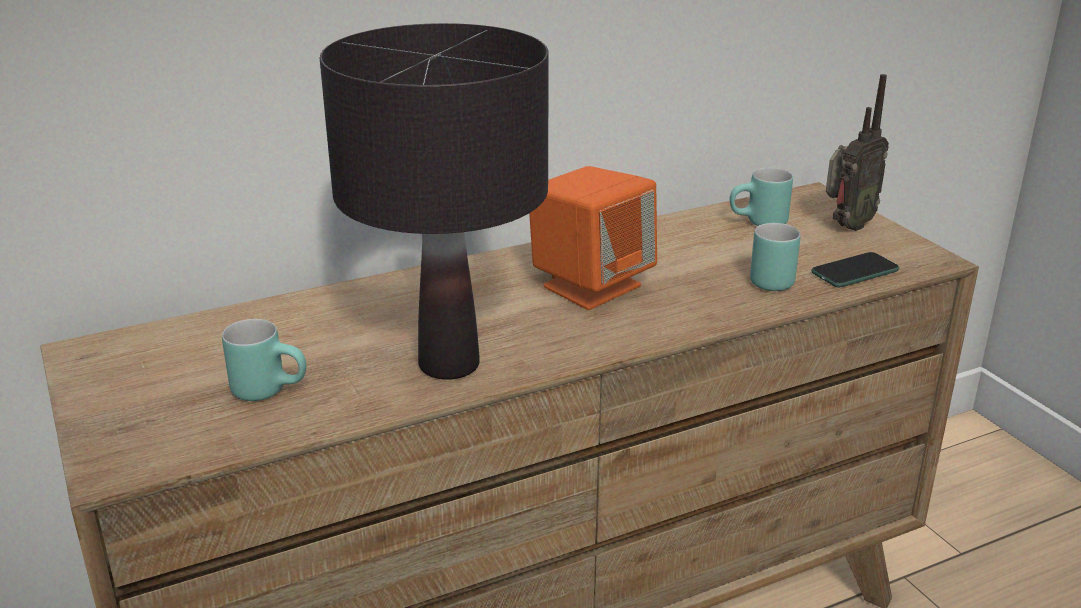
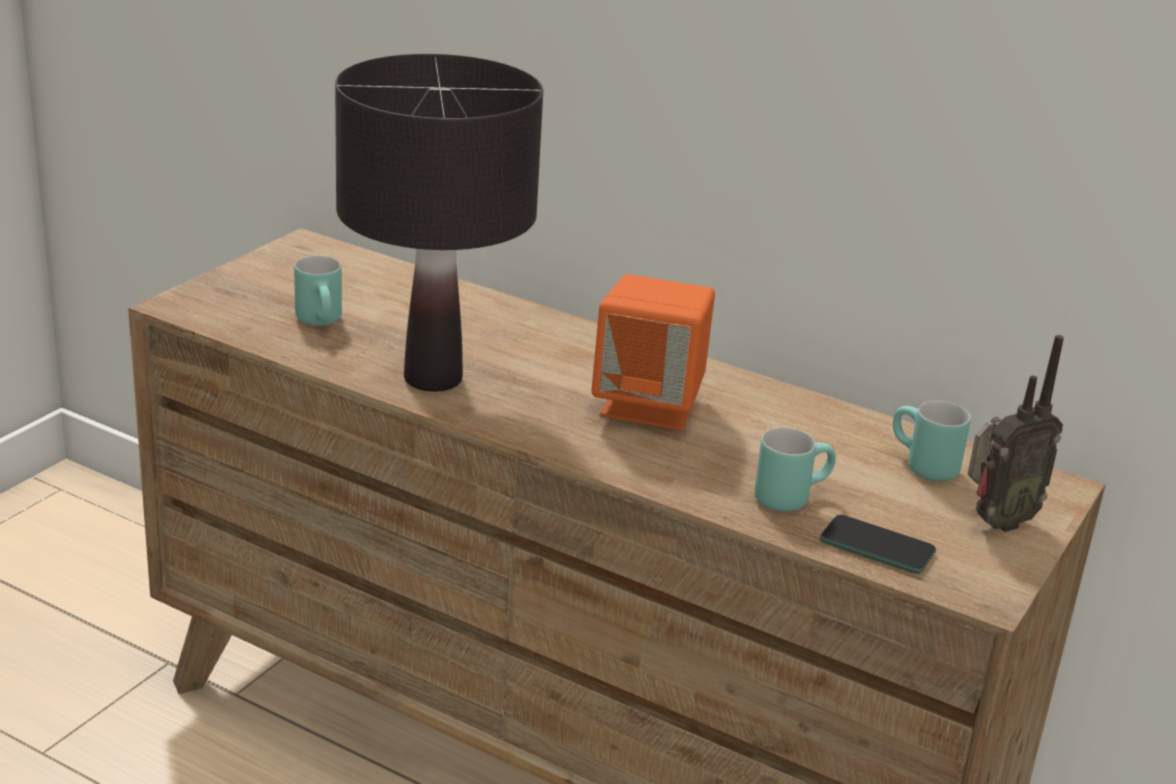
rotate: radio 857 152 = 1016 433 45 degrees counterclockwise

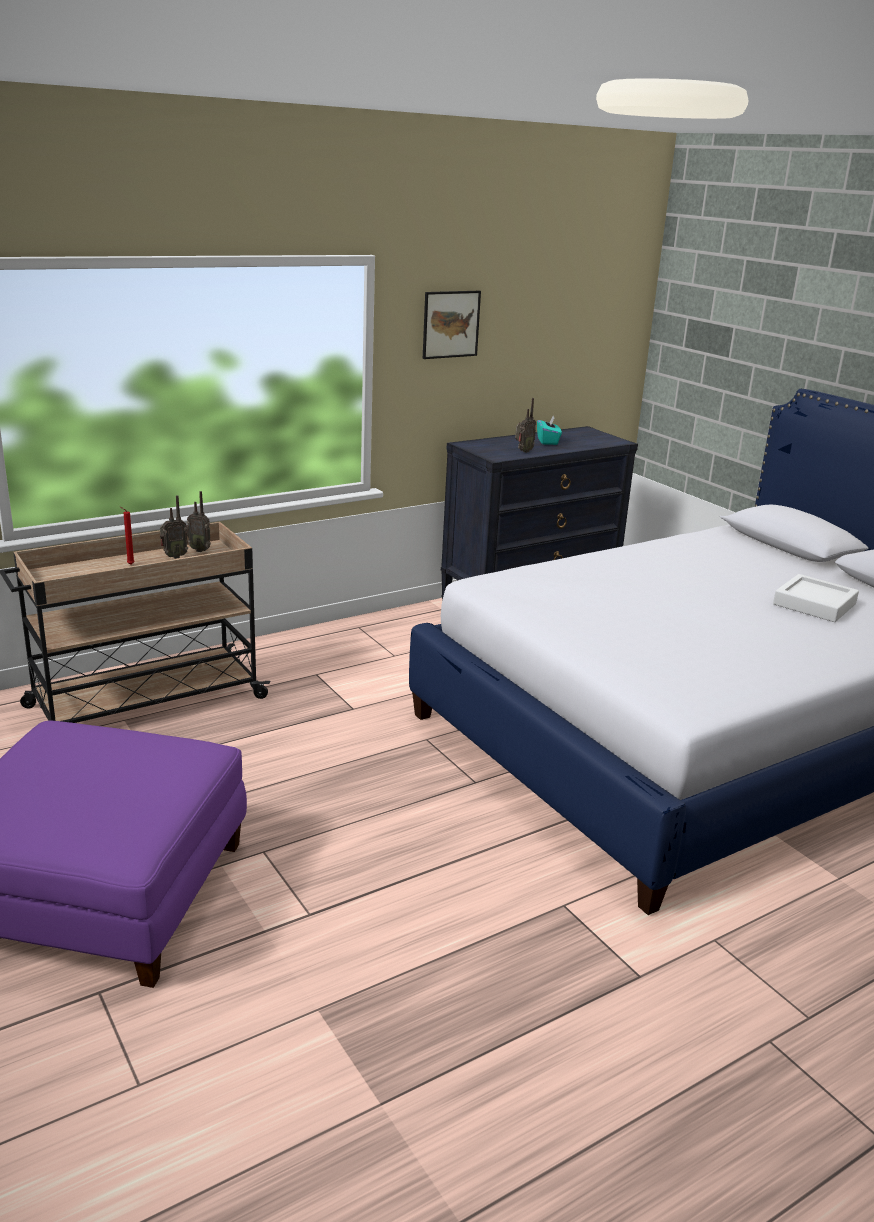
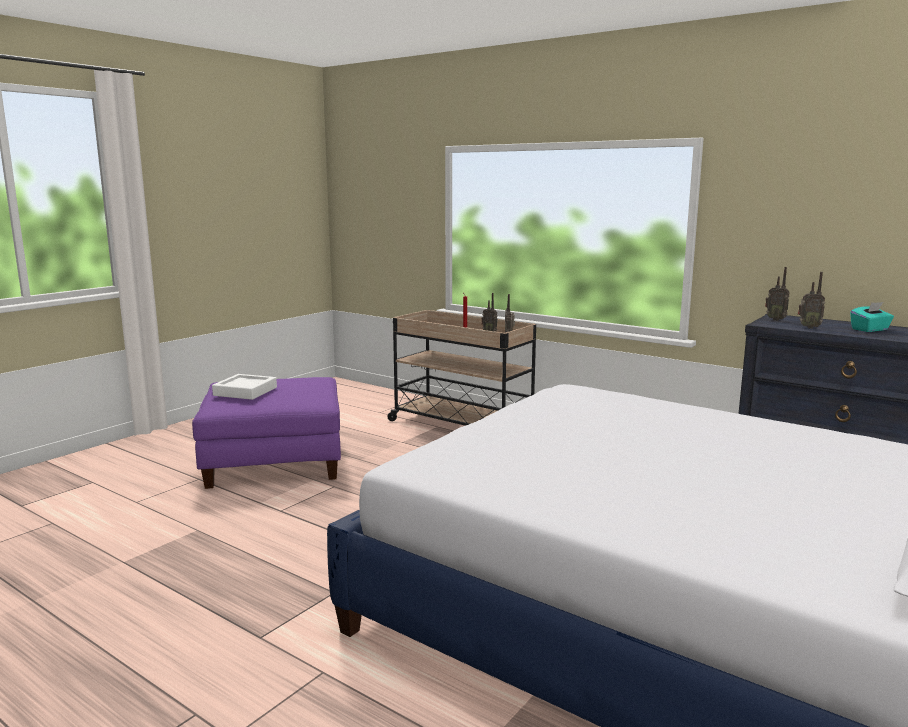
delete: picture 452 325
insert: radio 777 294
move: tray/white 816 598 to 244 387

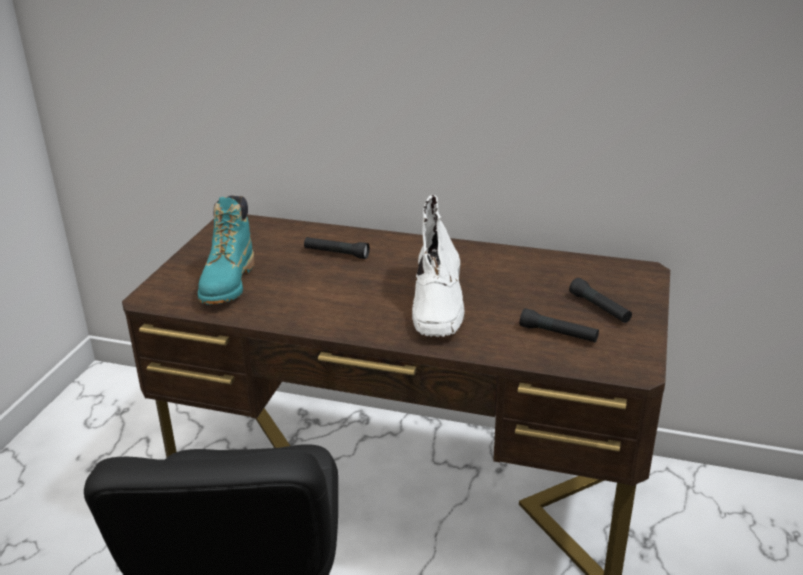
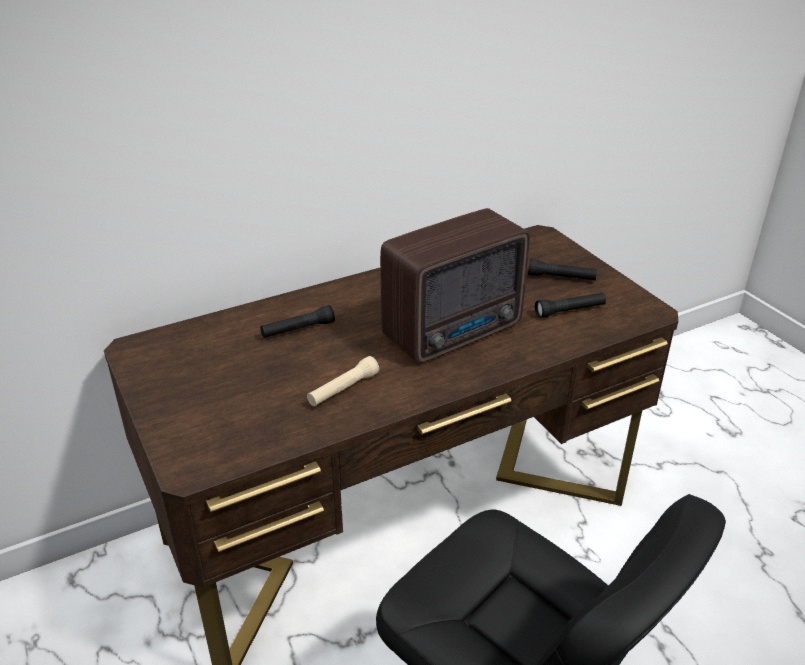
delete: boot/turquoise 226 250
insert: flashlight/beige 343 381
replace: boot/white 438 266 to radio 455 285

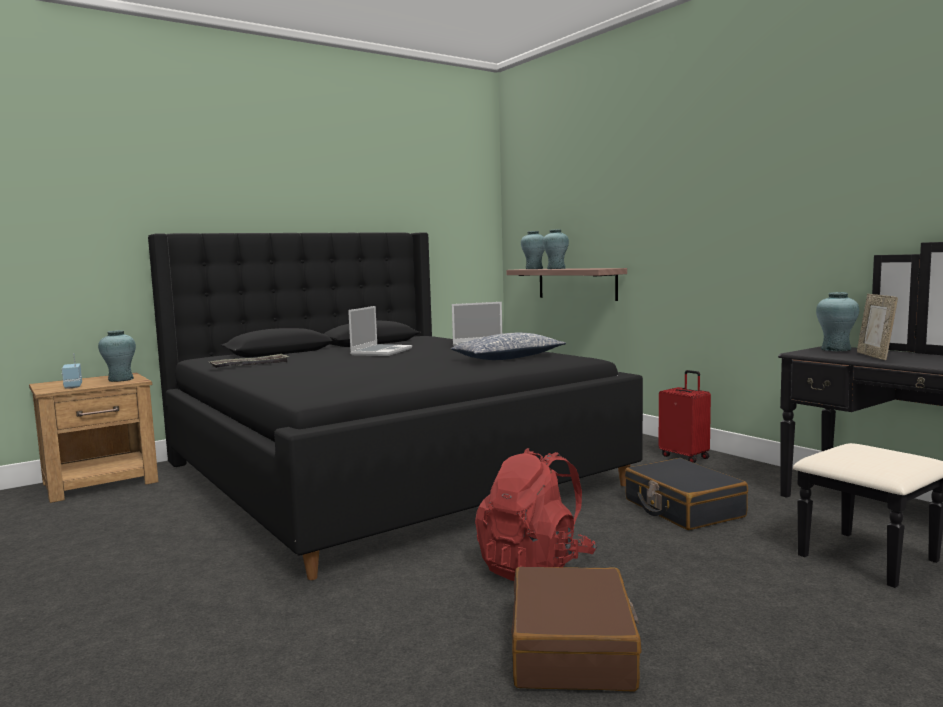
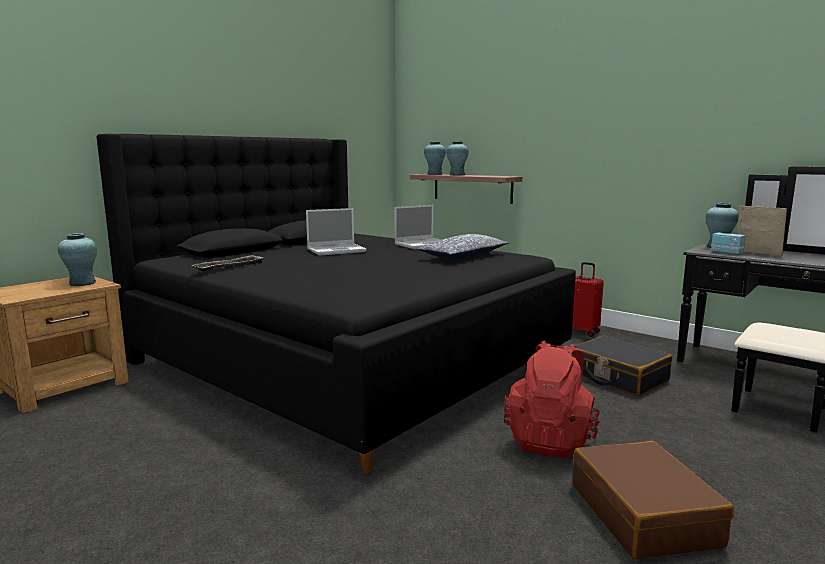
move: radio 72 371 to 728 239
rotate: laptop 380 331 = 336 232 60 degrees clockwise; picture frame 877 327 = 762 231 150 degrees clockwise

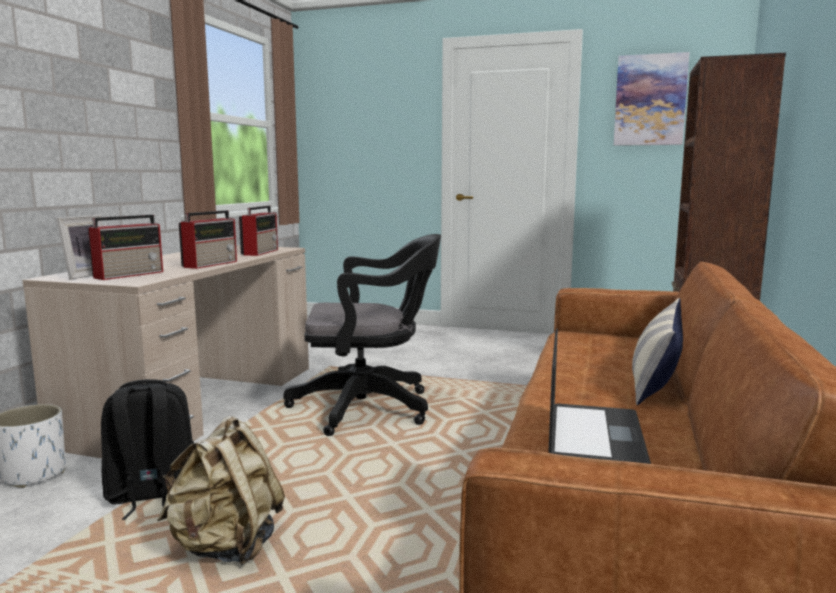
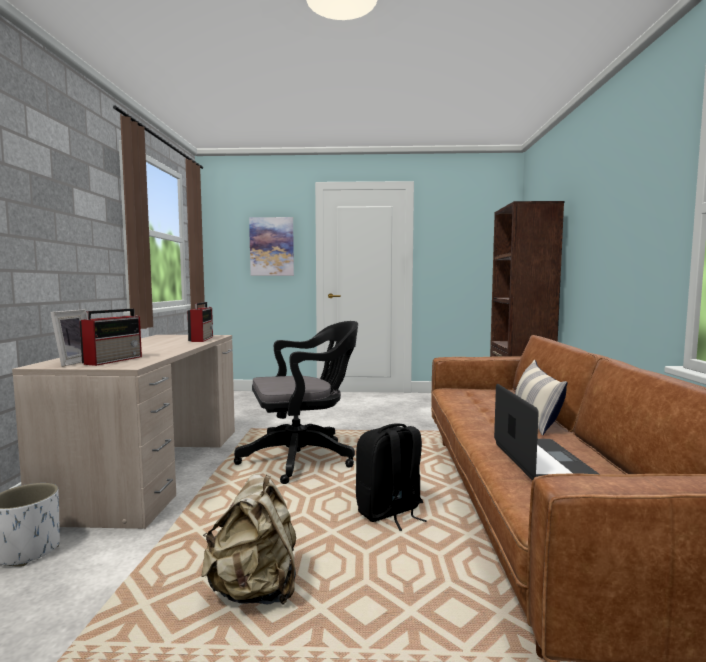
delete: radio 208 239
move: backpack/black 147 449 to 391 477; picture 652 99 to 271 246

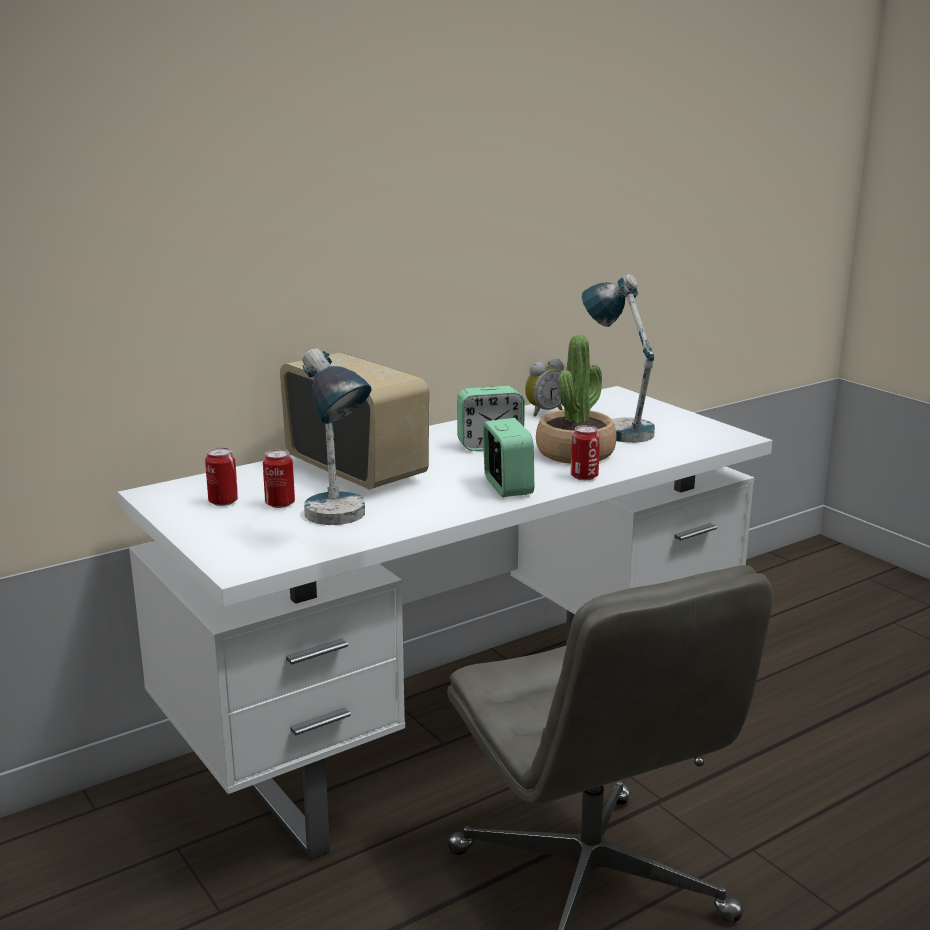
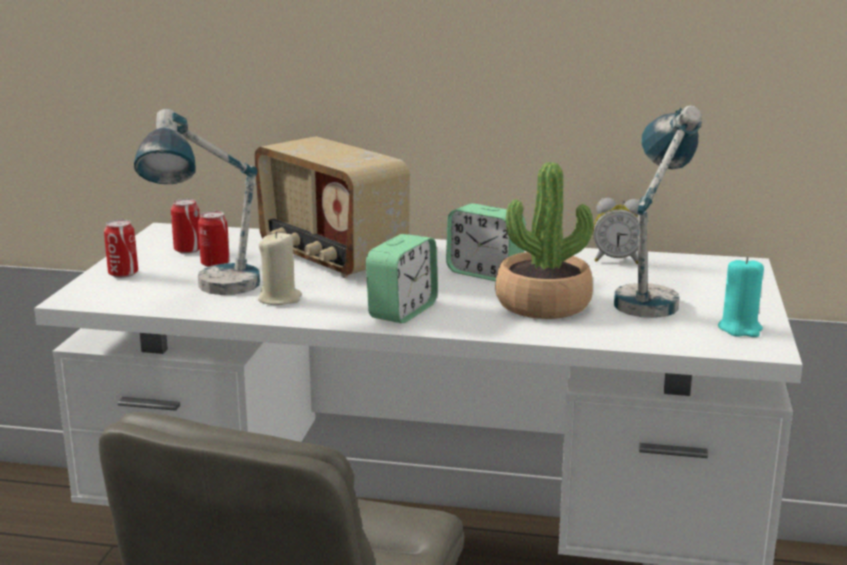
insert: candle/beige 280 268; candle/turquoise 741 297
move: can 585 452 to 121 248
rotate: radio 354 420 = 332 207 135 degrees clockwise

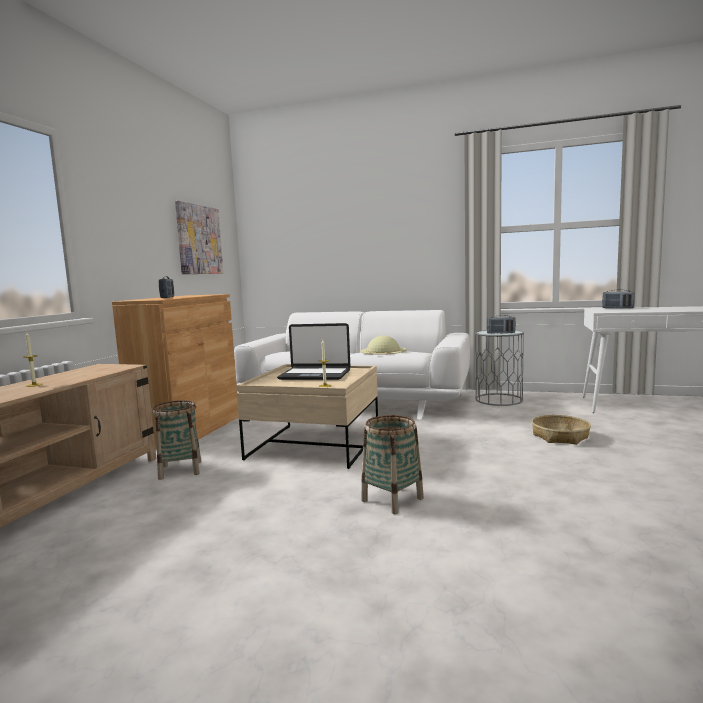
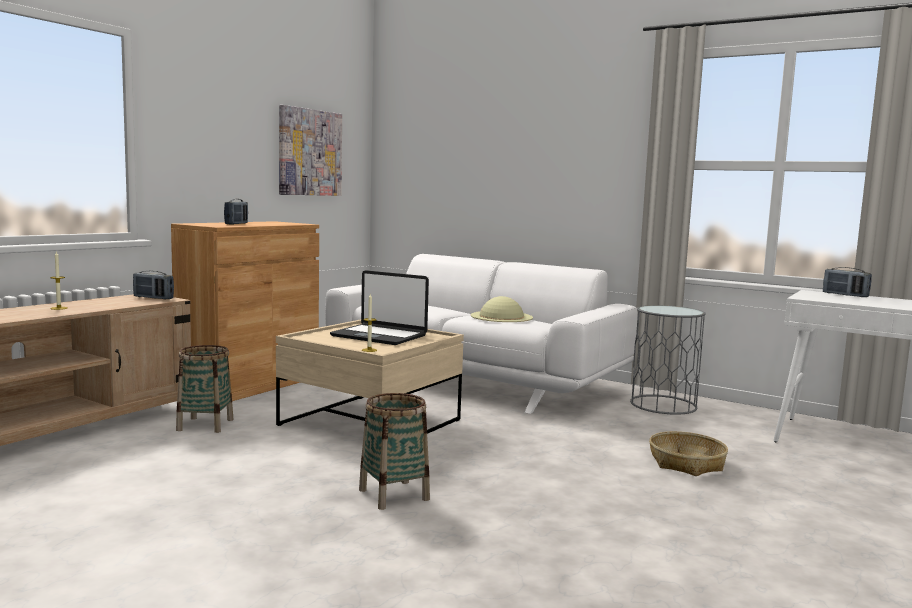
move: radio 501 324 to 153 285

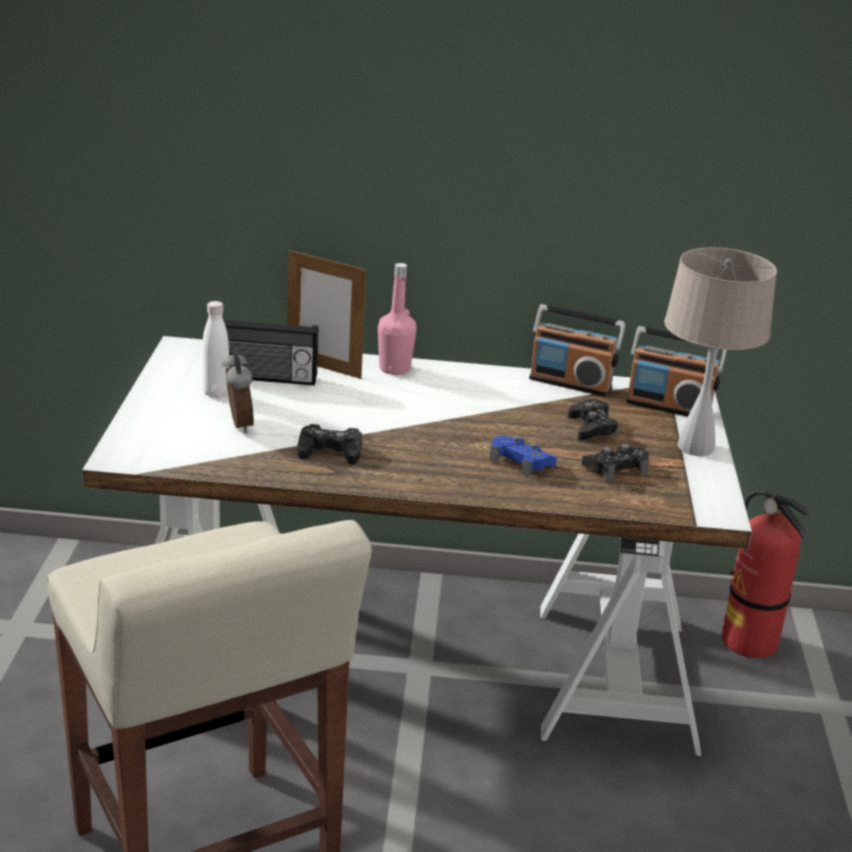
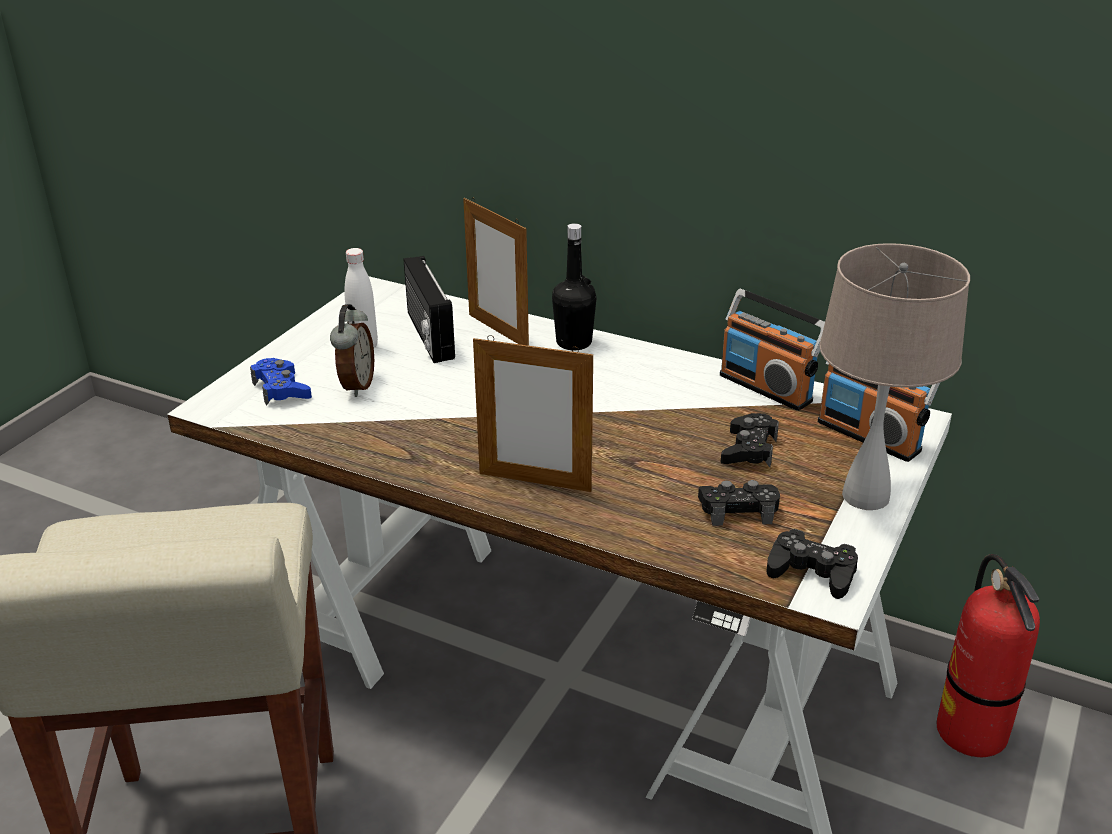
insert: picture frame 533 413
move: game controller/black 329 444 to 812 564; game controller/blue 523 456 to 281 382
recolor: bottle/pink 397 319 to bottle/black 574 286
rotate: radio 270 353 = 429 309 45 degrees clockwise

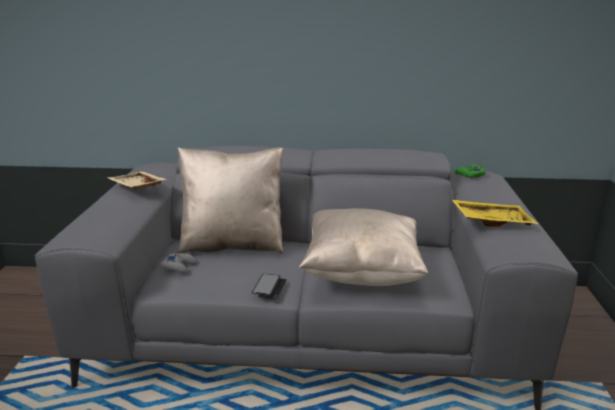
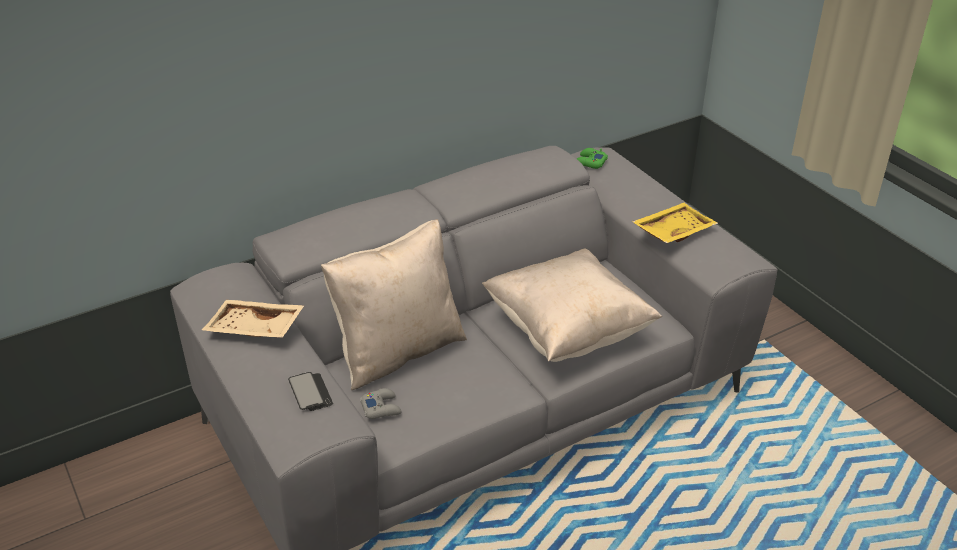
move: phone 269 286 to 310 391

